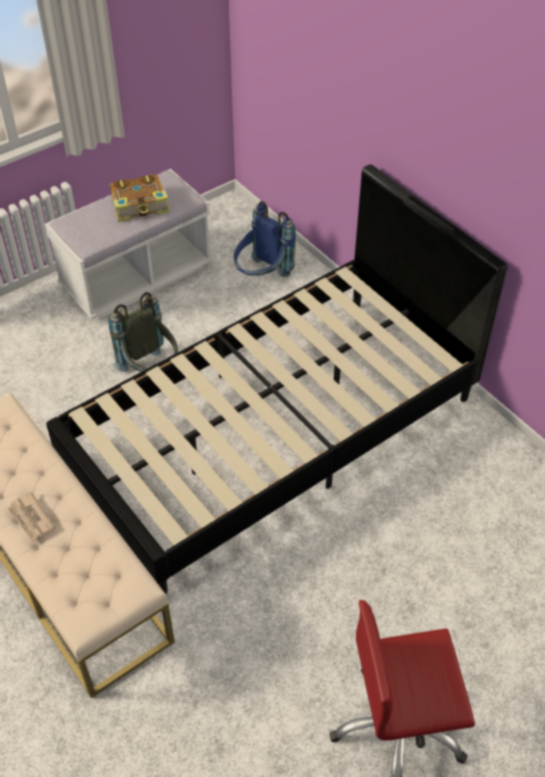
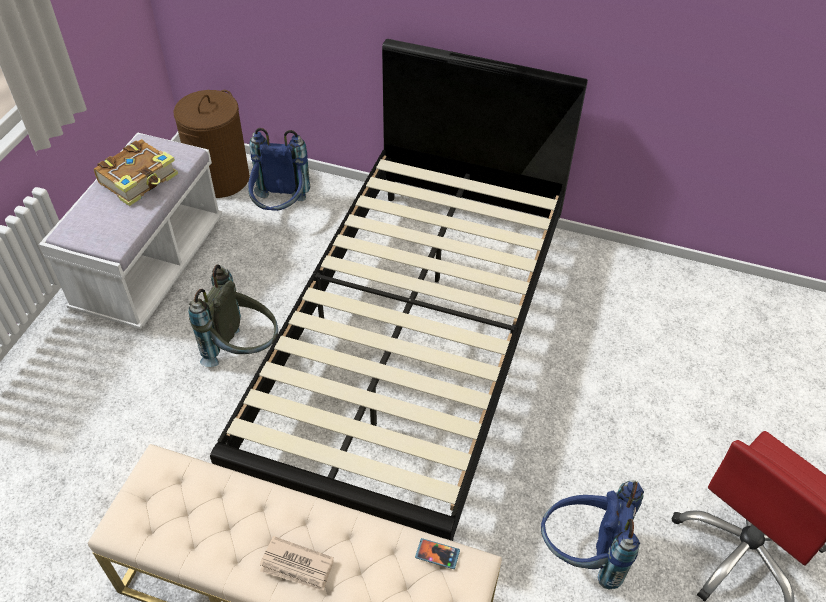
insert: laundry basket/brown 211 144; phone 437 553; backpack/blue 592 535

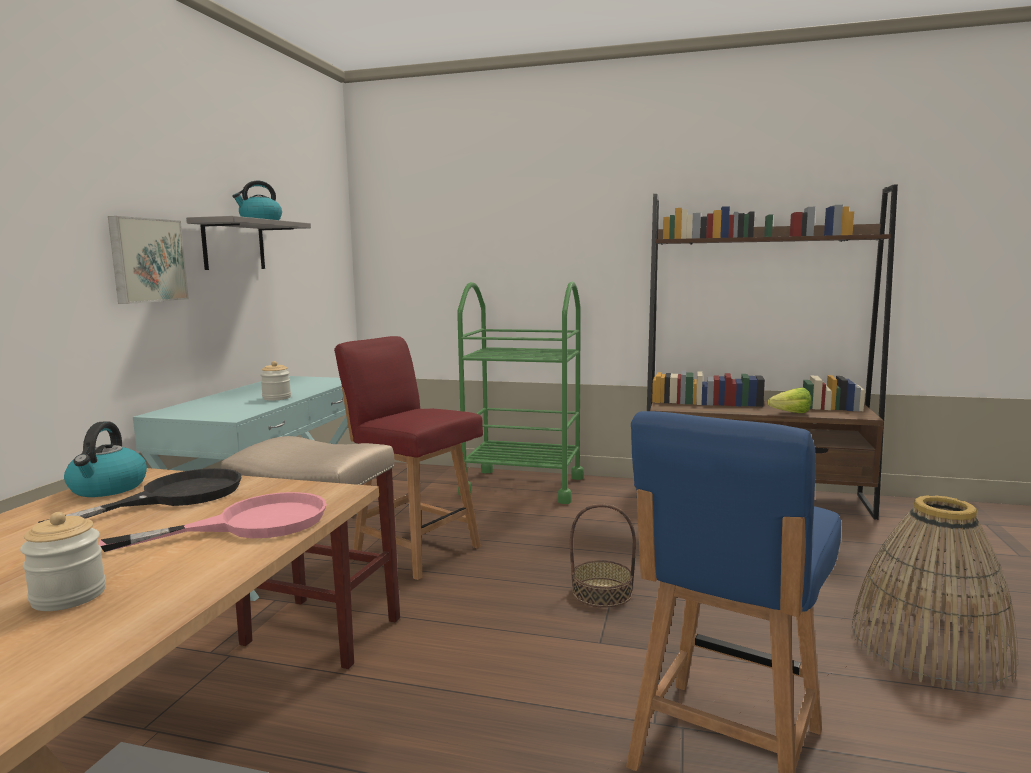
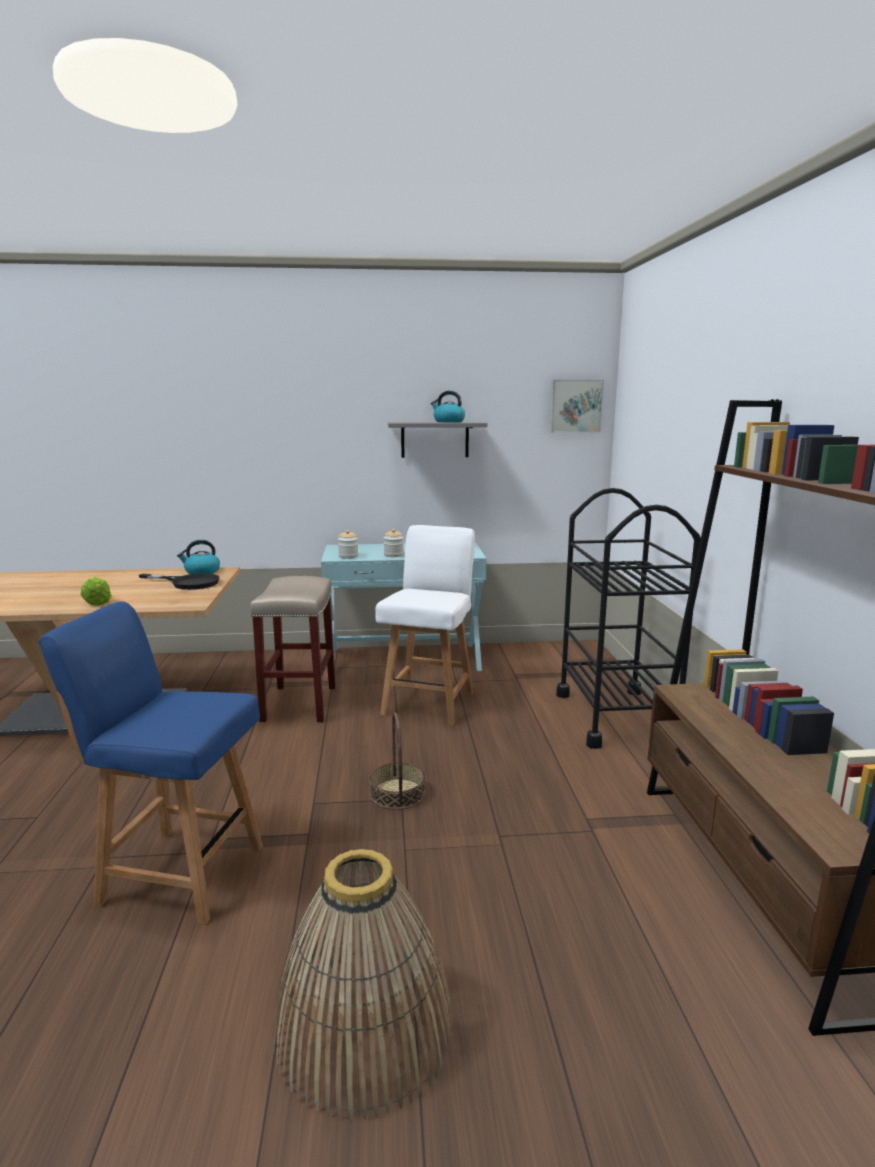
delete: frying pan/pink 213 522
move: jar 63 561 to 348 544; picture 148 260 to 577 406; lettuce 789 400 to 96 591
recolor: chair/red 408 458 to chair/white 425 625; cart/green 520 393 to cart/black 628 618

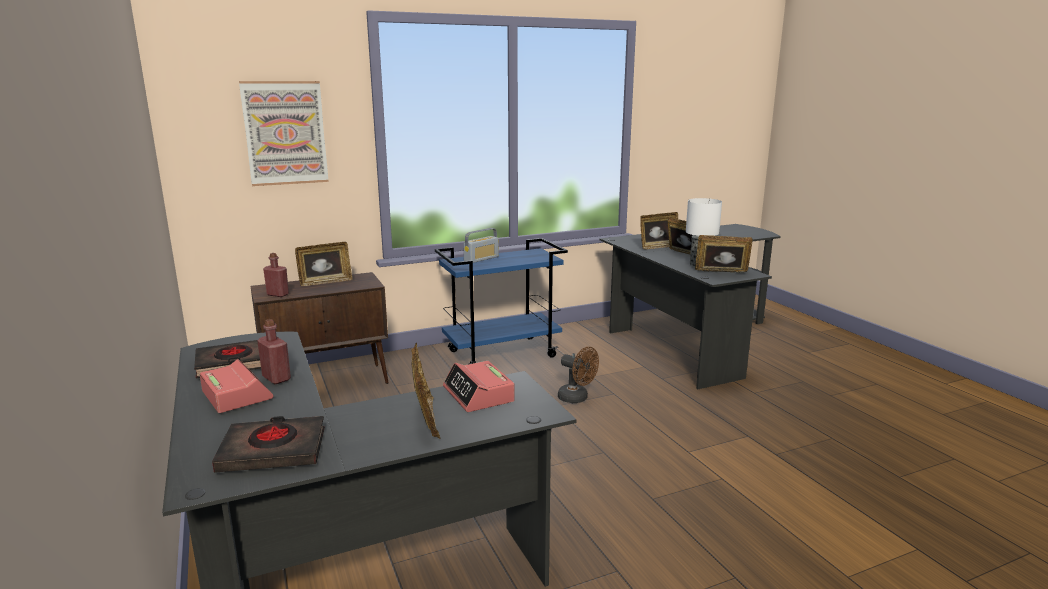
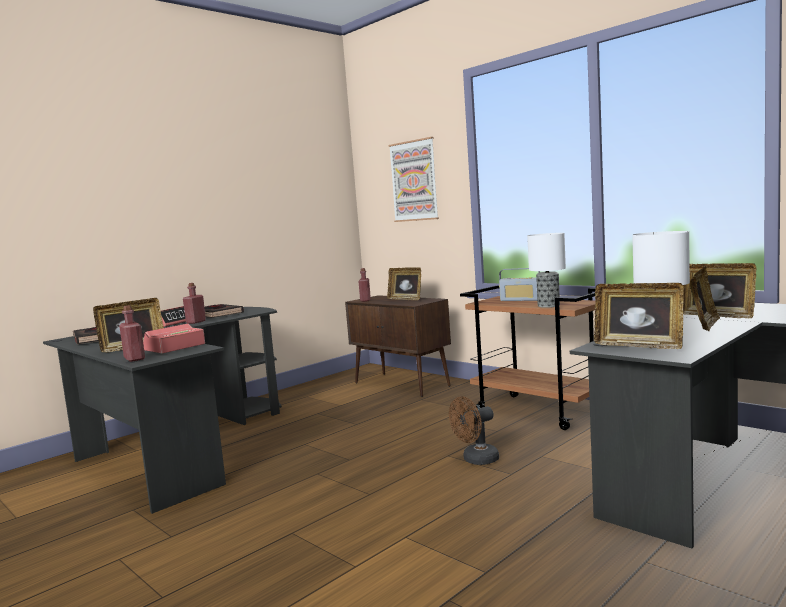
insert: bottle/red 132 333; table lamp 546 270
recolor: cart/blue 501 301 to cart/brown 528 357
rotate: fan/brown 578 375 = 474 431 45 degrees clockwise; picture frame 723 253 = 638 316 135 degrees clockwise

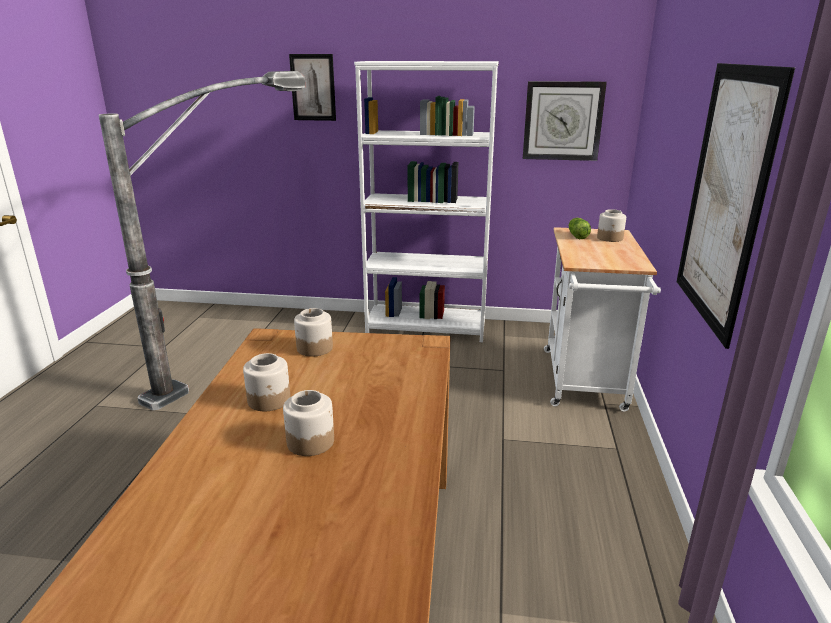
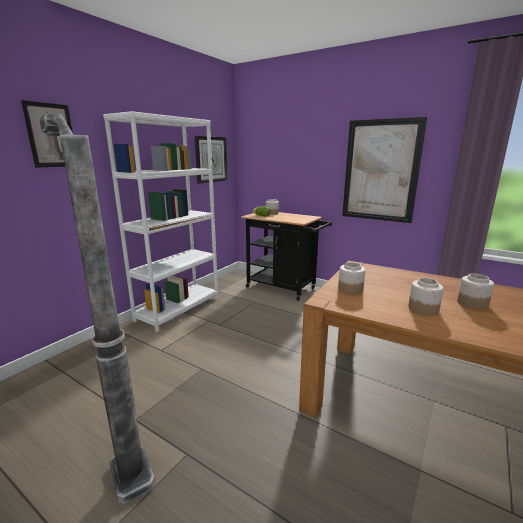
recolor: cart/white 602 319 to cart/black 286 256

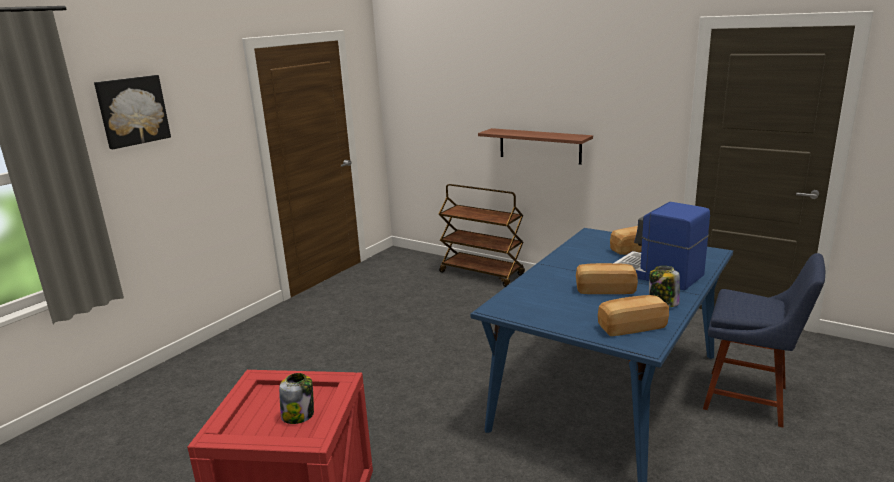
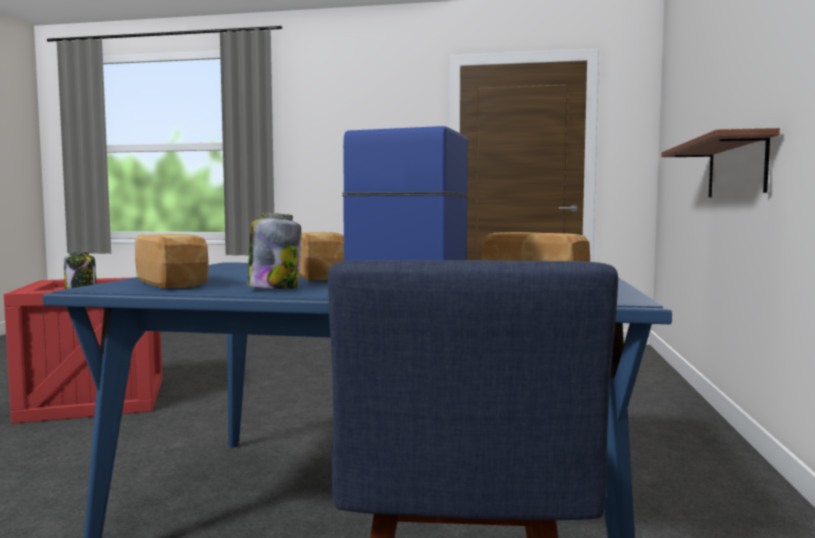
delete: picture 132 112; cart/brown 482 235

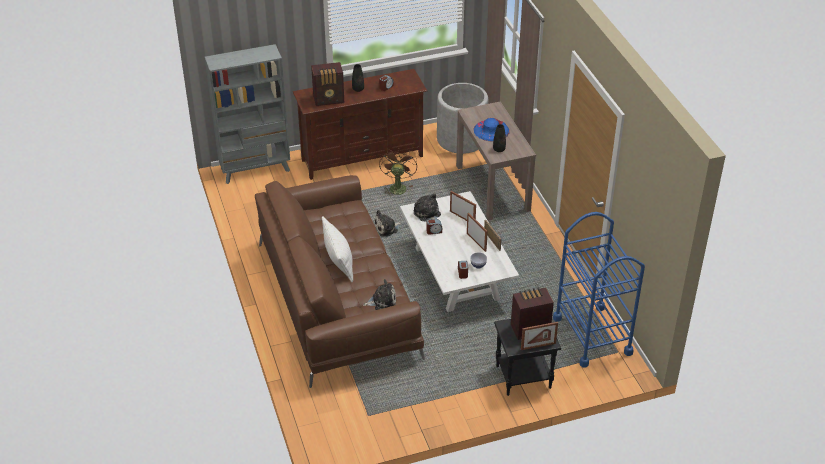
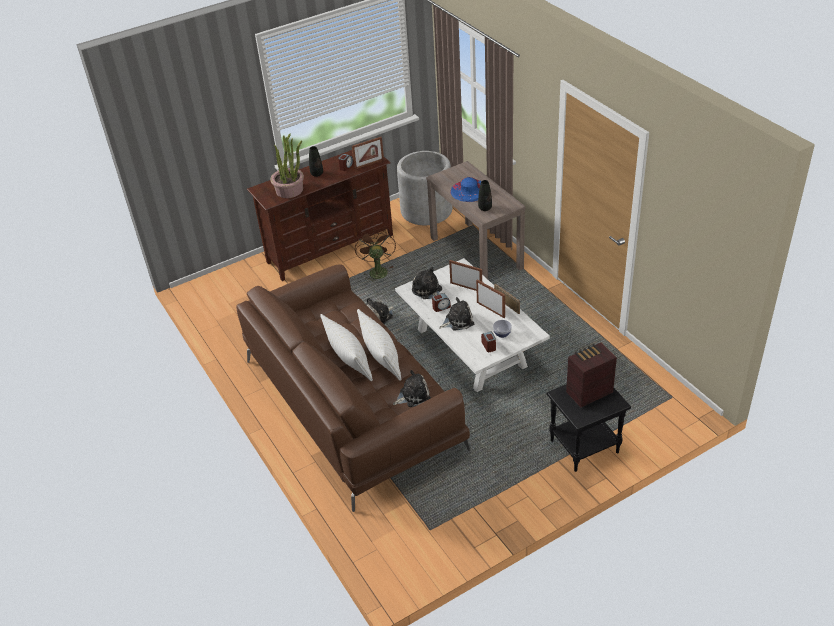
delete: bookcase/grey 247 114; cart/blue 599 289
insert: pillow/white 379 345; plush toy 456 314
move: picture frame 539 336 to 368 153
replace: radio 327 84 to potted plant 287 166

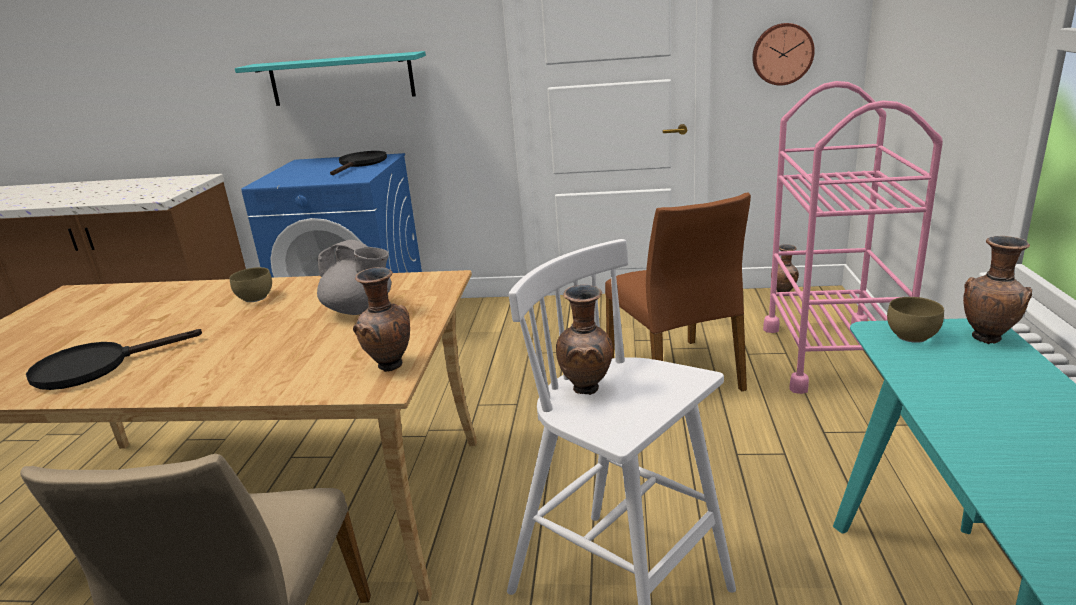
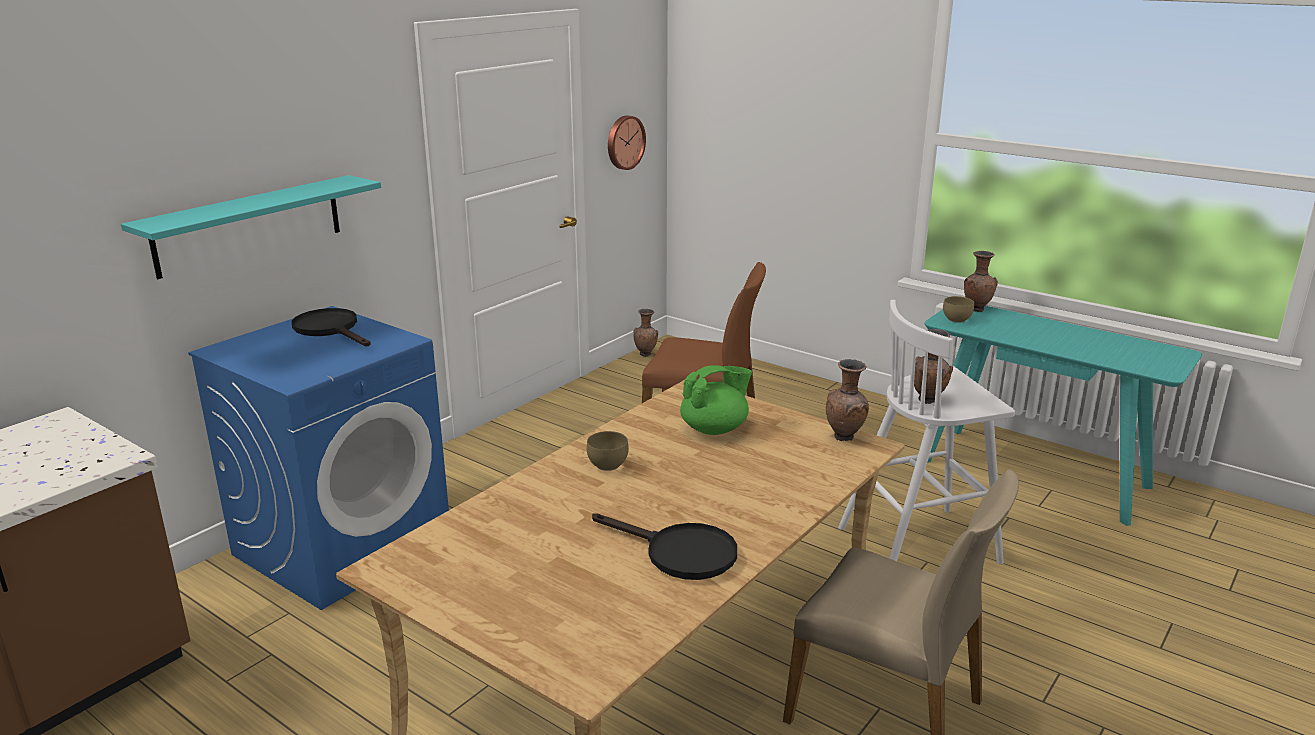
delete: cart/pink 853 237
recolor: teapot/grey 354 277 to teapot/green 716 400
rotate: frying pan/black 114 359 = 664 547 60 degrees counterclockwise

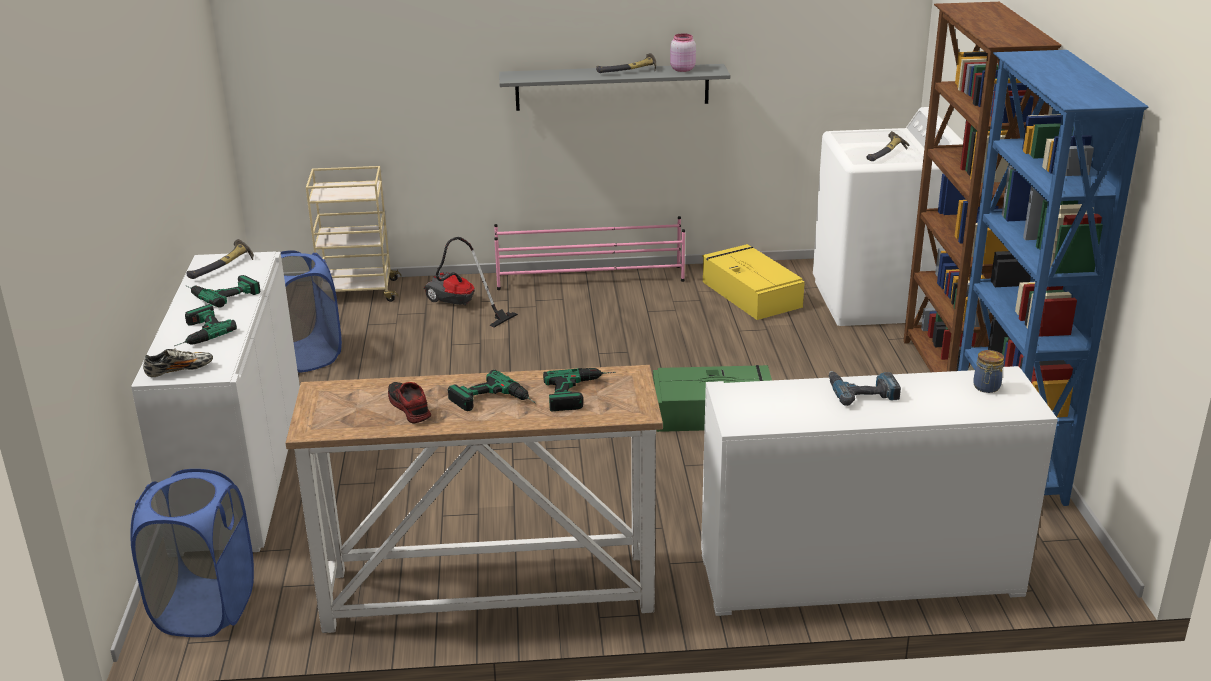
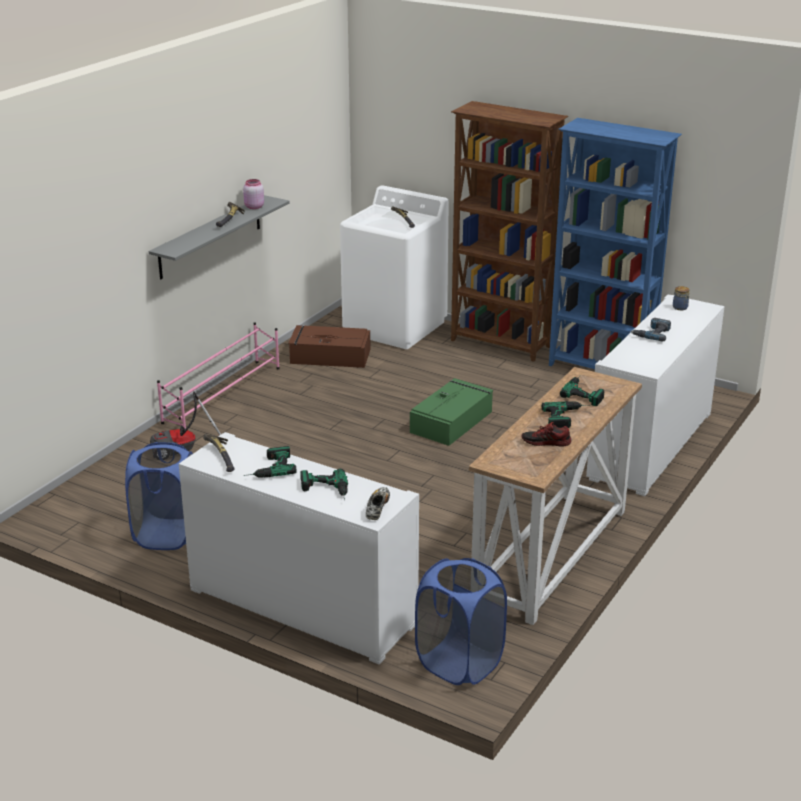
delete: cart/beige 353 234
recolor: storage box/yellow 754 282 to storage box/brown 329 346

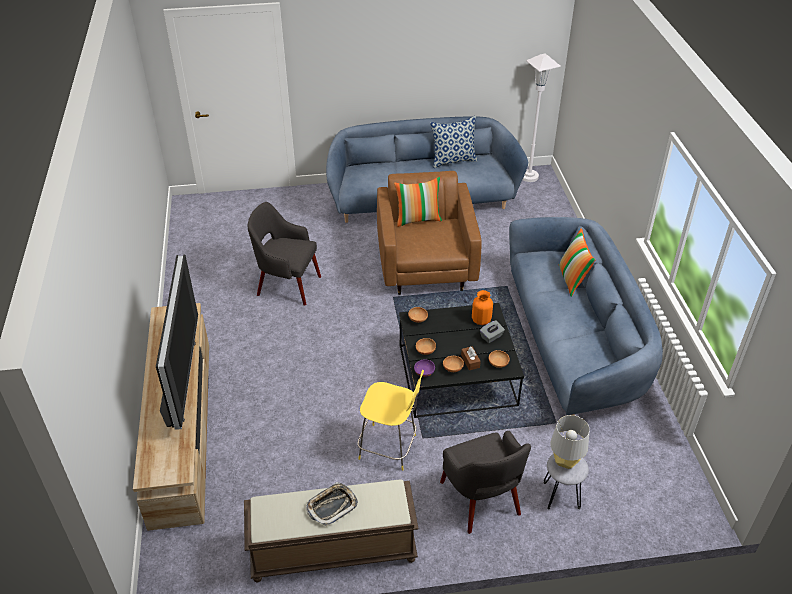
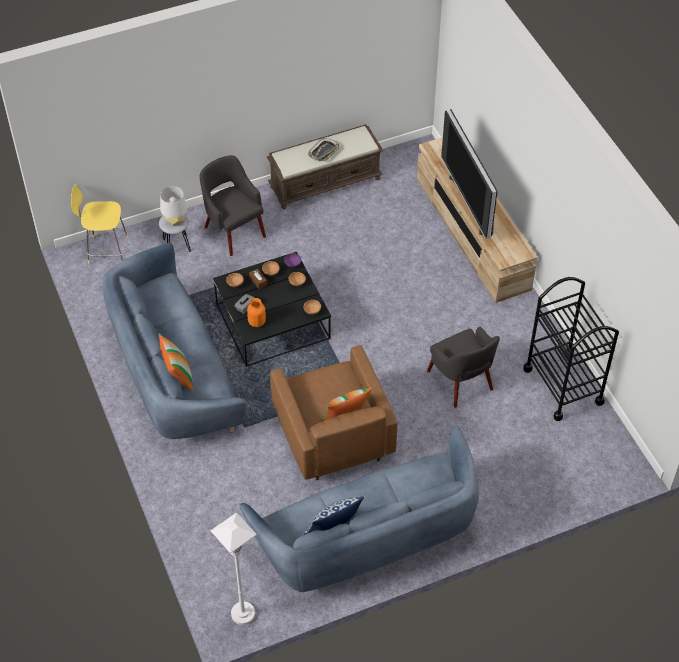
insert: cart/black 571 349
move: stool/yellow 391 420 to 99 224
rotate: armchair/grey 284 254 = 463 367 60 degrees clockwise

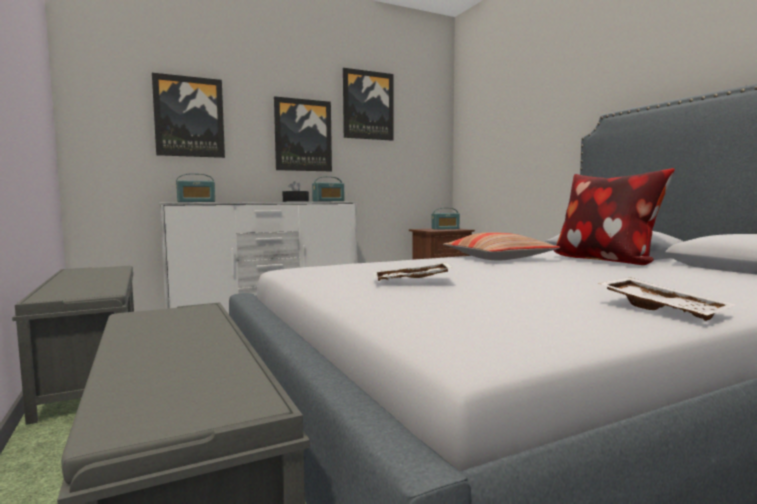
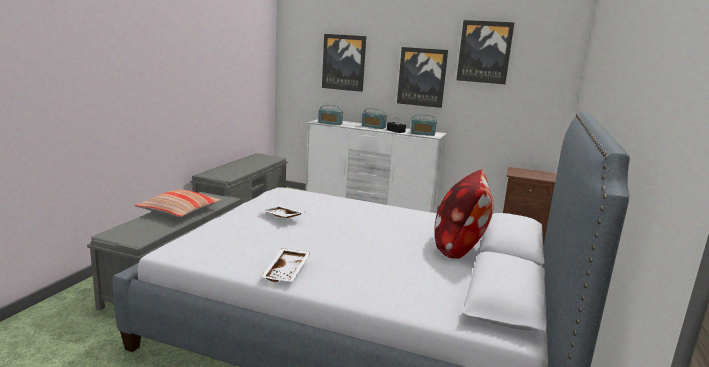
move: radio 446 219 to 374 118; pillow 501 246 to 178 203

